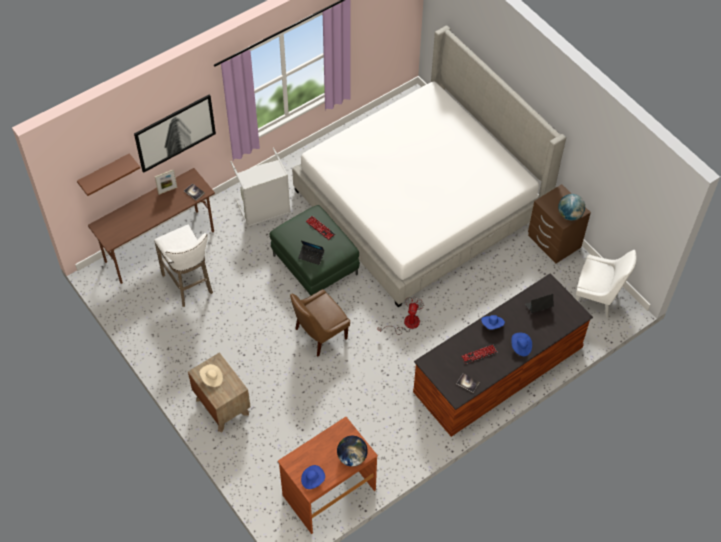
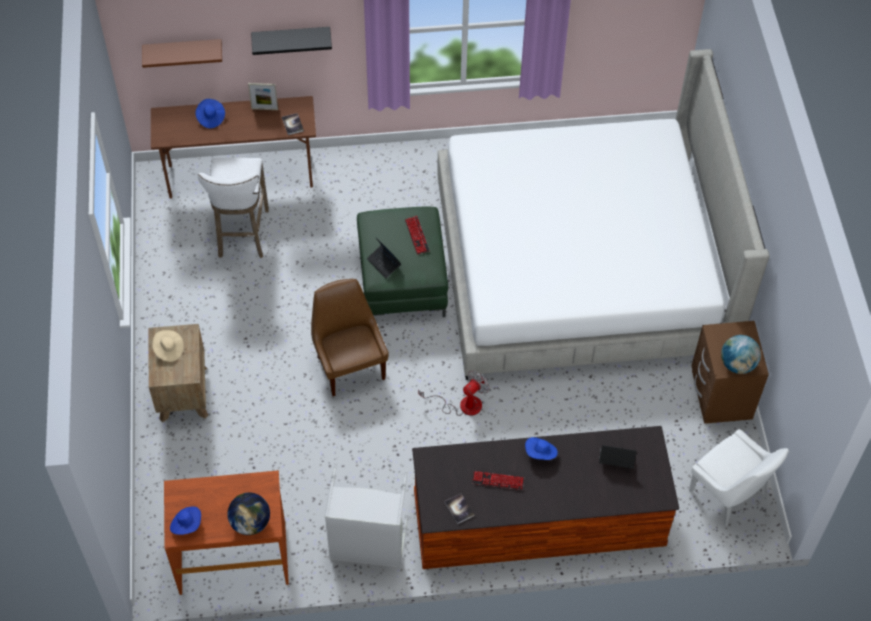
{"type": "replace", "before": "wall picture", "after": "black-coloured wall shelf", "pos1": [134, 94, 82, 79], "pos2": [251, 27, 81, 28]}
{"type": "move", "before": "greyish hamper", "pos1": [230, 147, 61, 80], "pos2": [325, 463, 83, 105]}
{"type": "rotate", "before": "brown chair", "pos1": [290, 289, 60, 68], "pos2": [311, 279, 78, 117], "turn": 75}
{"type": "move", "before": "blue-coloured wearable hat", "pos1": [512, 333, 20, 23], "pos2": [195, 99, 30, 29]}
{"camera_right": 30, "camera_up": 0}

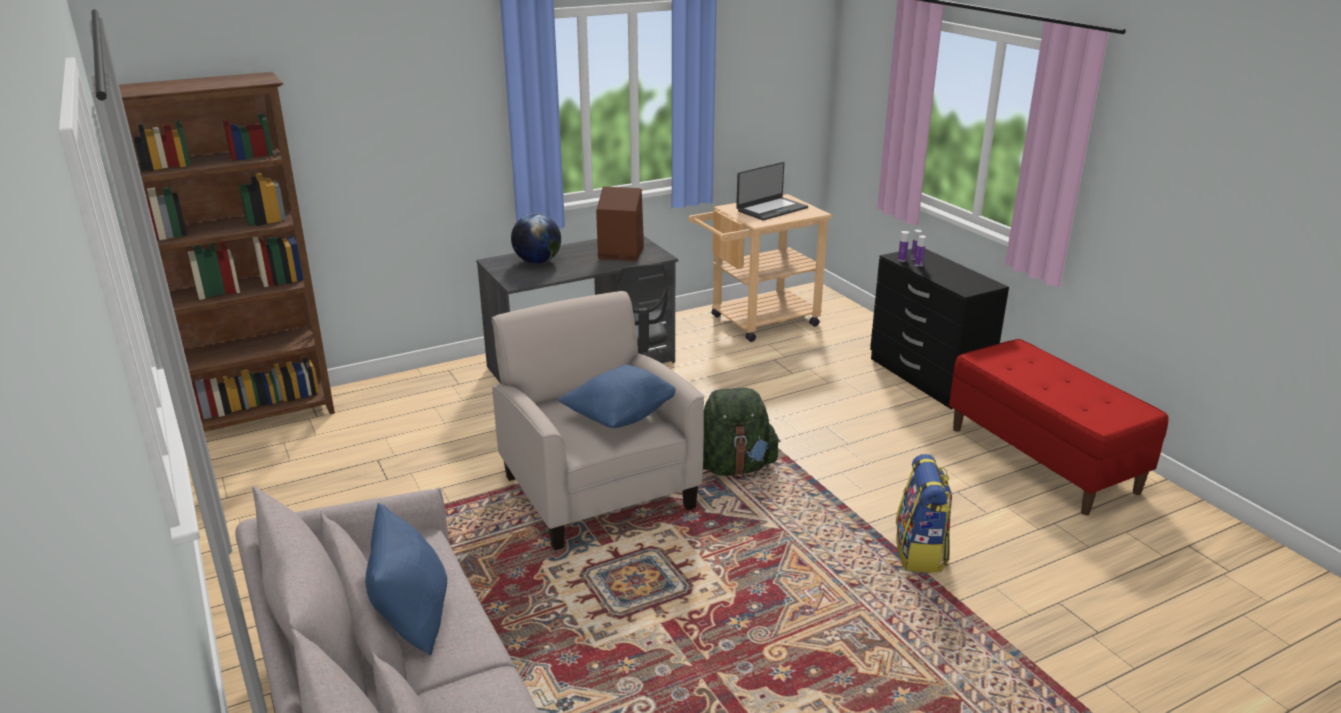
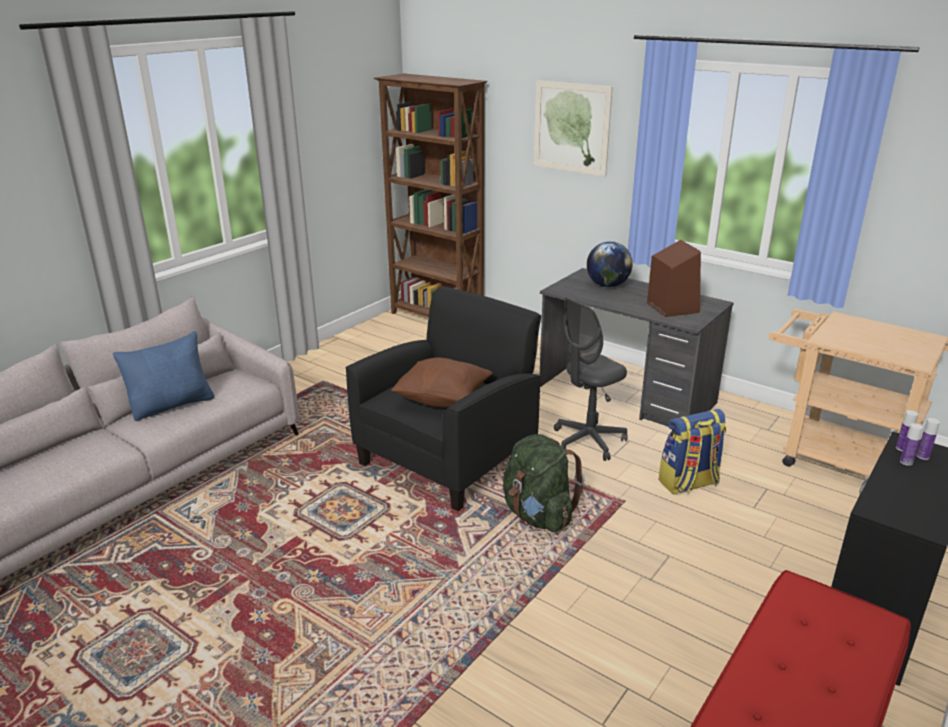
{"type": "delete", "before": "laptop", "pos1": [736, 162, 72, 59]}
{"type": "recolor", "before": "sand-coloured easy chair", "after": "black-coloured easy chair", "pos1": [492, 291, 212, 259], "pos2": [346, 286, 195, 225]}
{"type": "recolor", "before": "blue-coloured pillow", "after": "brown pillow", "pos1": [558, 365, 118, 63], "pos2": [391, 357, 102, 51]}
{"type": "move", "before": "knapsack", "pos1": [896, 454, 56, 119], "pos2": [659, 409, 68, 86]}
{"type": "insert", "after": "wall picture", "pos2": [534, 80, 79, 96]}
{"camera_right": 65, "camera_up": 0}

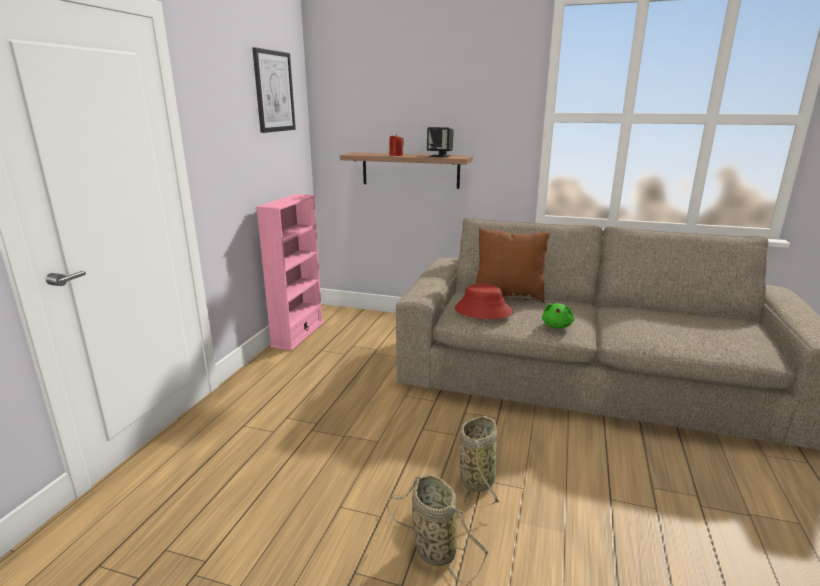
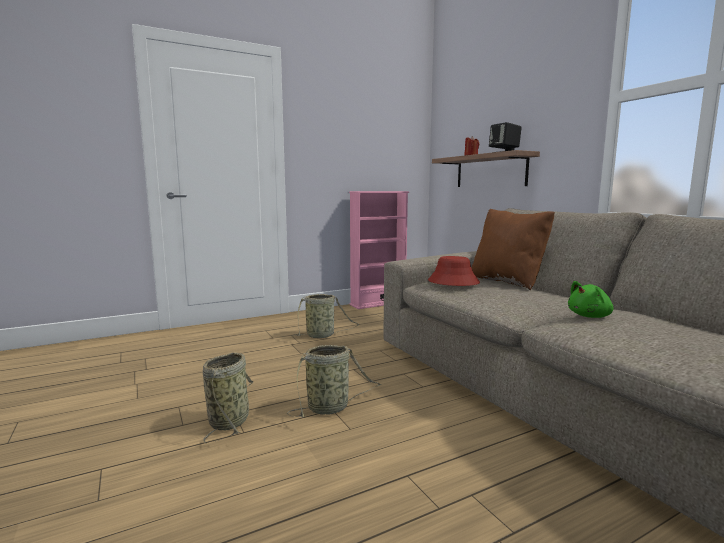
{"type": "delete", "before": "wall picture", "pos1": [252, 47, 44, 86]}
{"type": "move", "before": "greenish cuddly toy", "pos1": [542, 303, 32, 25], "pos2": [568, 281, 46, 37]}
{"type": "insert", "after": "storage basket", "pos2": [292, 294, 68, 44]}
{"camera_right": 45, "camera_up": -10}

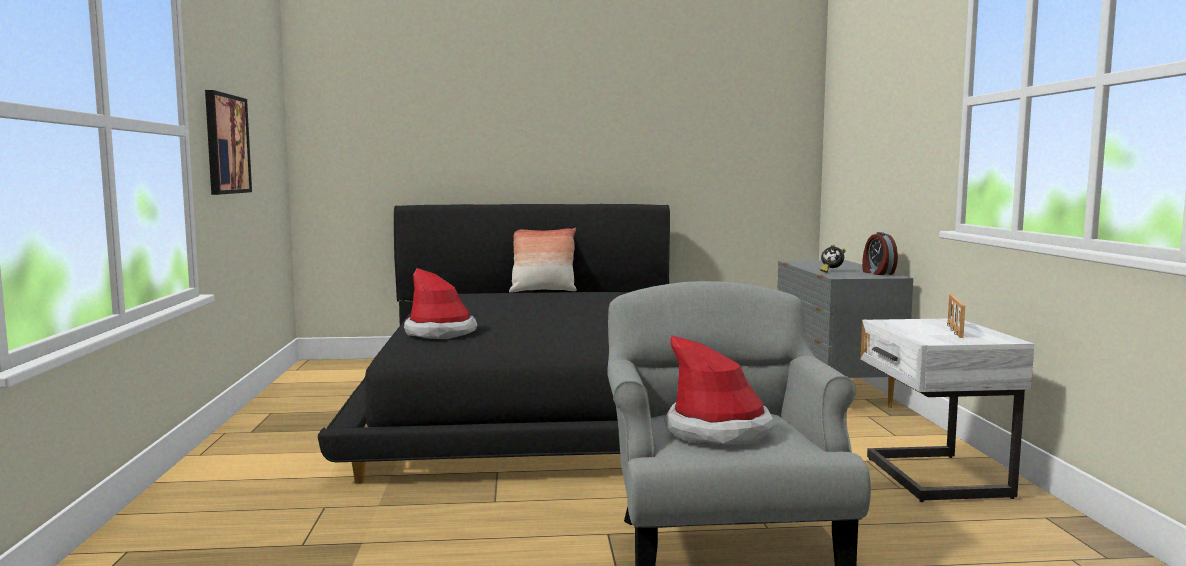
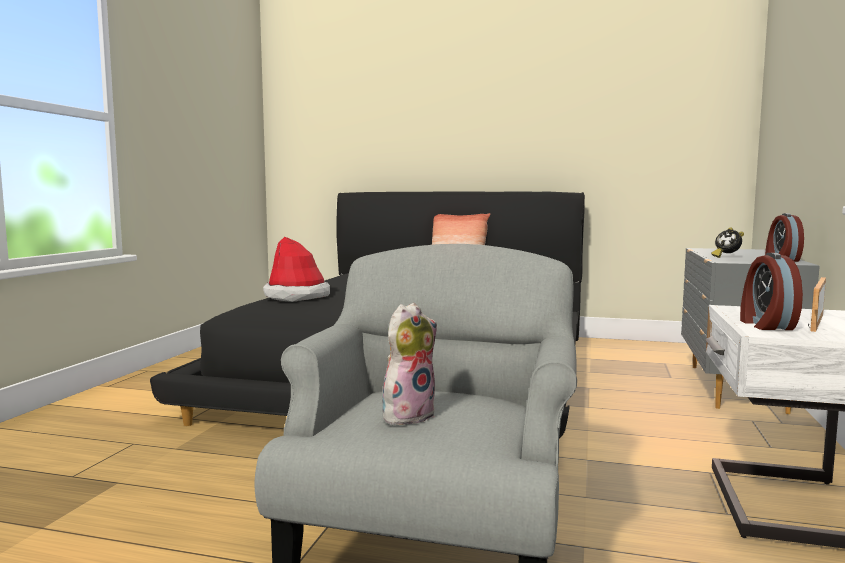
{"type": "delete", "before": "wall picture", "pos1": [205, 90, 47, 105]}
{"type": "replace", "before": "wearable hat", "after": "cuddly toy", "pos1": [665, 335, 110, 110], "pos2": [382, 303, 55, 122]}
{"type": "insert", "after": "bedside clock", "pos2": [740, 253, 63, 77]}
{"camera_right": 20, "camera_up": 0}

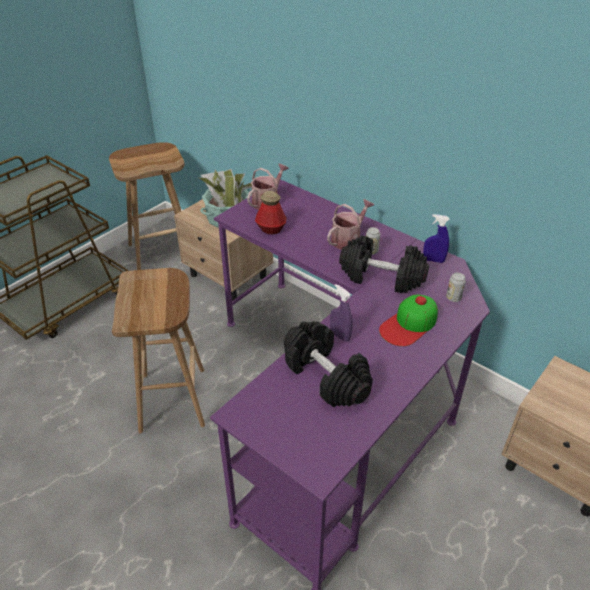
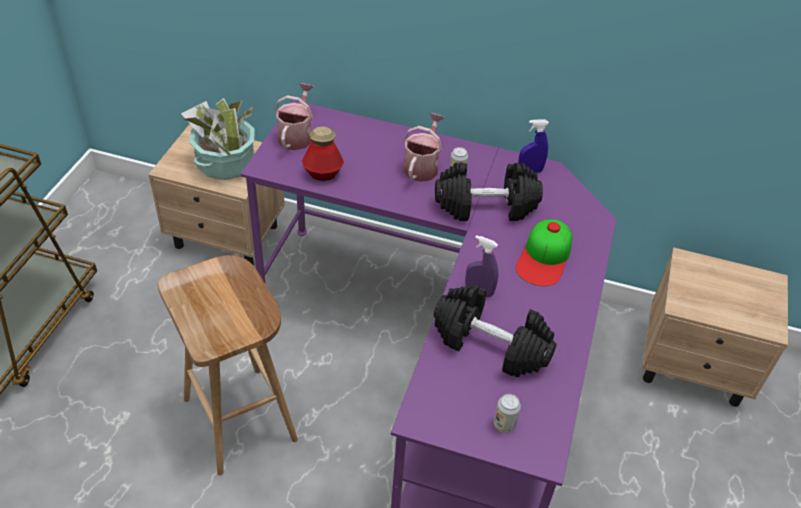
{"type": "delete", "before": "brown stool", "pos1": [109, 142, 75, 128]}
{"type": "move", "before": "sealed can", "pos1": [446, 272, 20, 30], "pos2": [494, 394, 27, 39]}
{"camera_right": -25, "camera_up": 5}

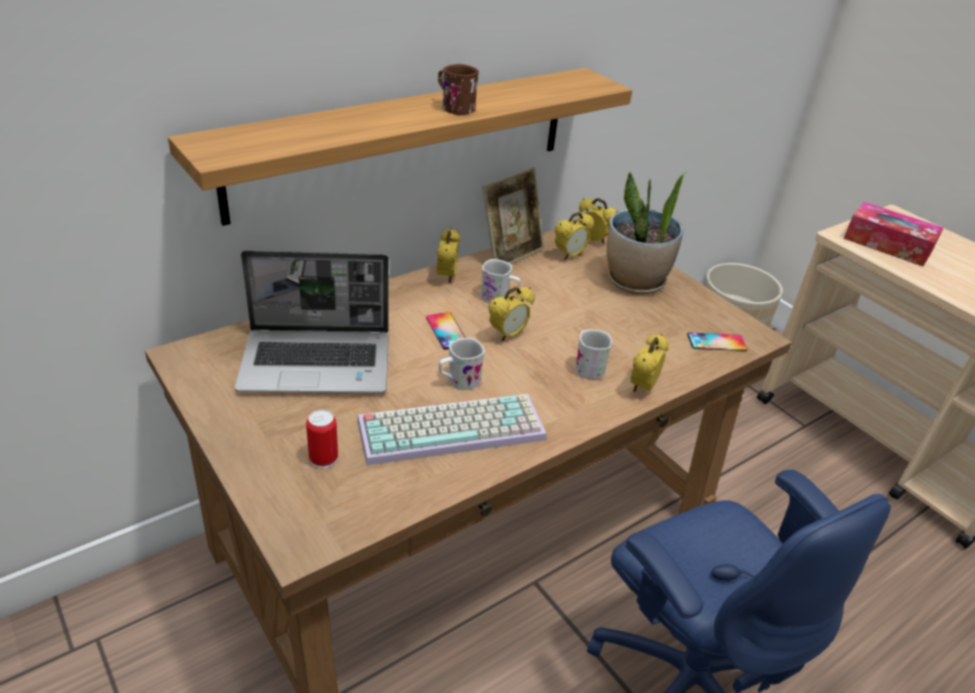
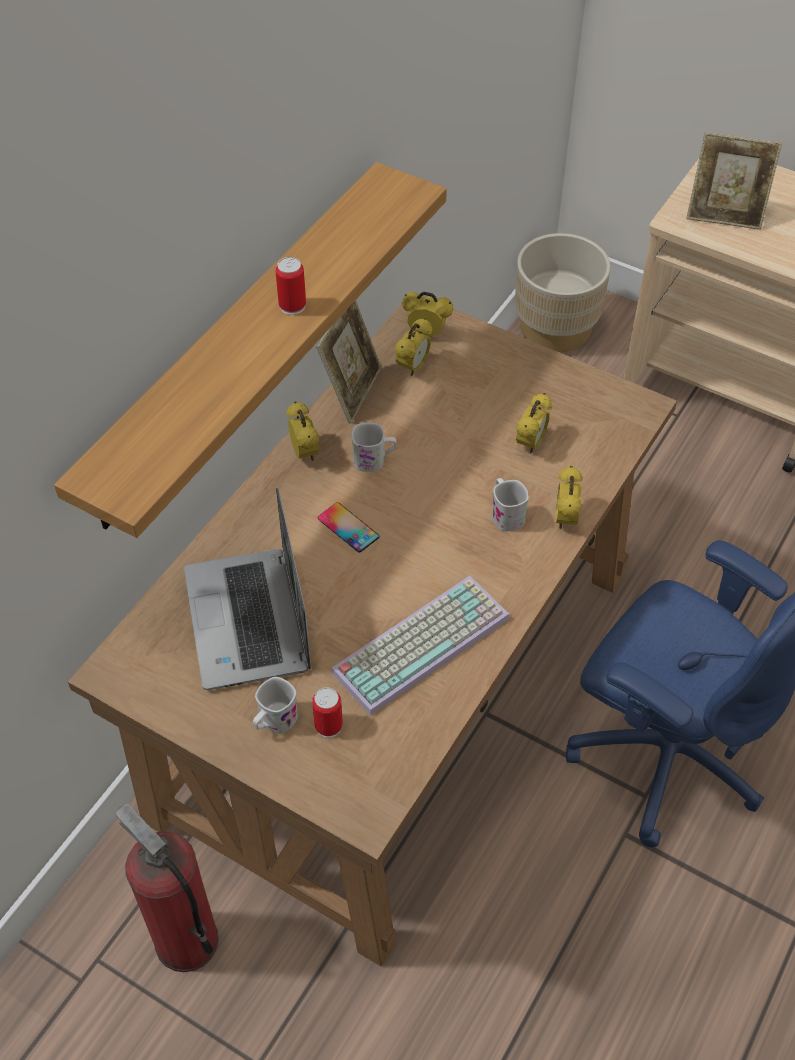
{"type": "replace", "before": "brown tea mug", "after": "sealed can", "pos1": [438, 64, 41, 51], "pos2": [275, 257, 31, 58]}
{"type": "delete", "before": "potted plant", "pos1": [607, 171, 80, 123]}
{"type": "replace", "before": "box of tissues", "after": "photo frame", "pos1": [844, 202, 99, 64], "pos2": [687, 132, 95, 98]}
{"type": "rotate", "before": "laptop", "pos1": [235, 250, 154, 143], "pos2": [184, 488, 127, 202], "turn": 105}
{"type": "move", "before": "bedside clock", "pos1": [488, 287, 47, 54], "pos2": [516, 393, 36, 61]}
{"type": "delete", "before": "phone", "pos1": [687, 332, 60, 19]}
{"type": "move", "before": "whitish tea mug", "pos1": [439, 338, 46, 52], "pos2": [253, 677, 45, 57]}
{"type": "insert", "after": "fire-fighting cylinder", "pos2": [115, 803, 104, 169]}
{"camera_right": -20, "camera_up": 15}

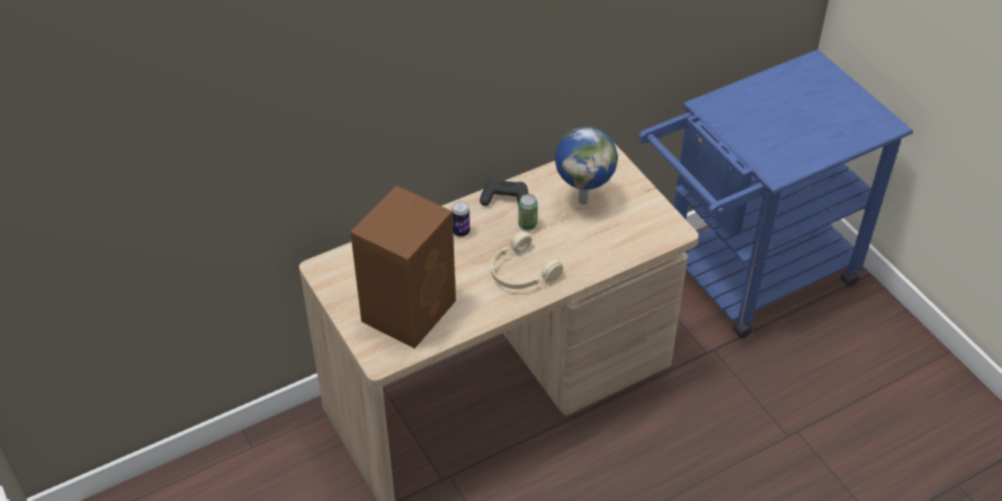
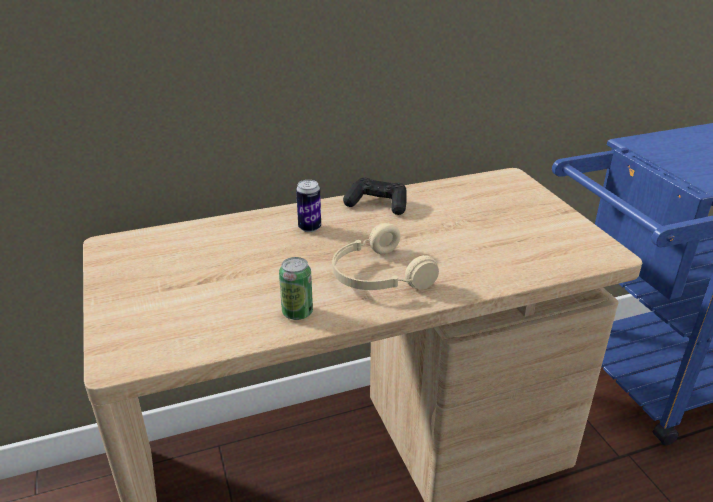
{"type": "delete", "before": "desk globe", "pos1": [555, 127, 63, 78]}
{"type": "delete", "before": "brown speaker", "pos1": [350, 186, 106, 163]}
{"type": "move", "before": "sealed can", "pos1": [518, 194, 20, 36], "pos2": [279, 257, 34, 63]}
{"camera_right": 10, "camera_up": -15}

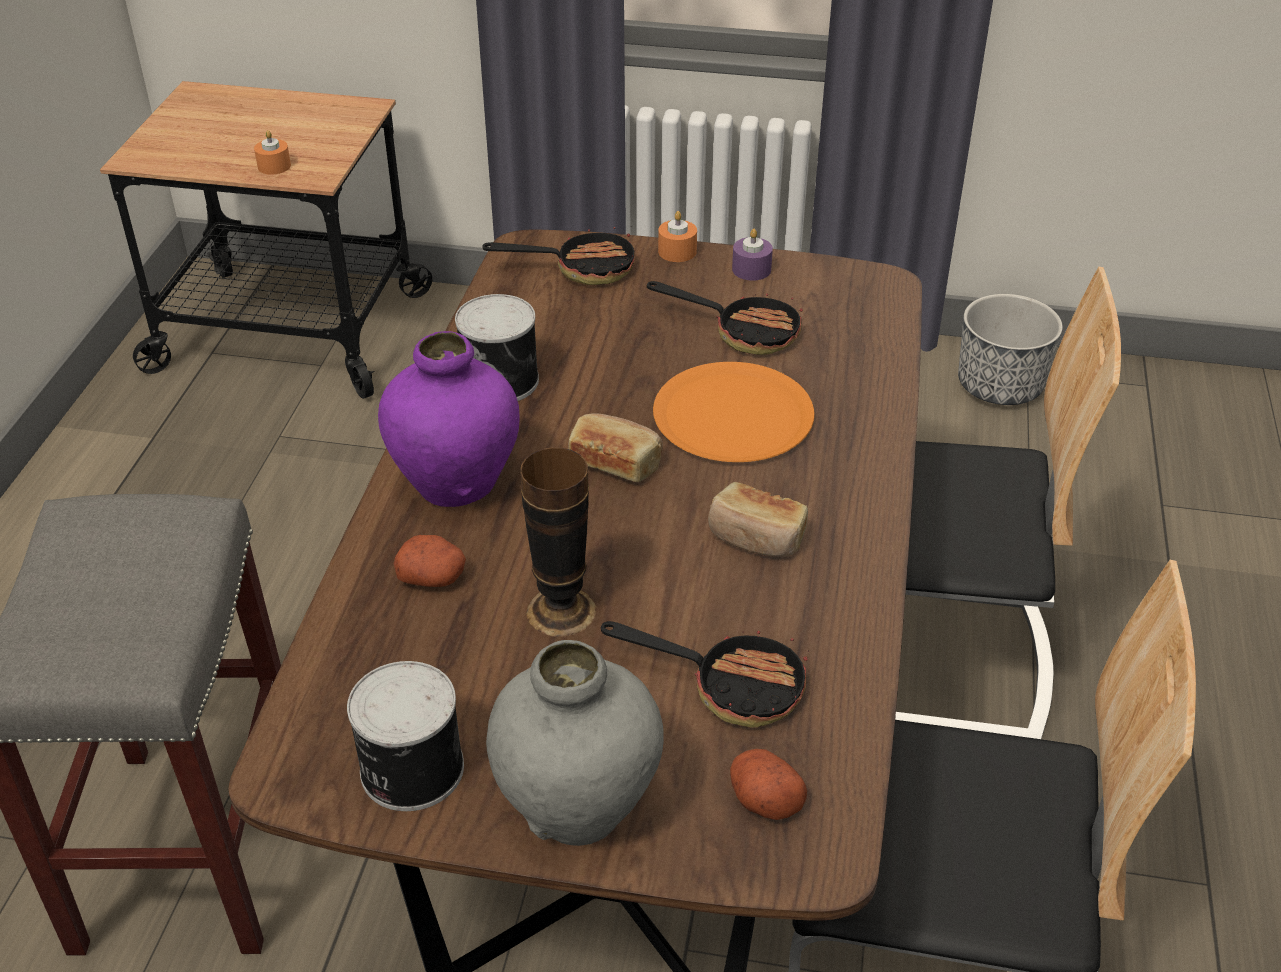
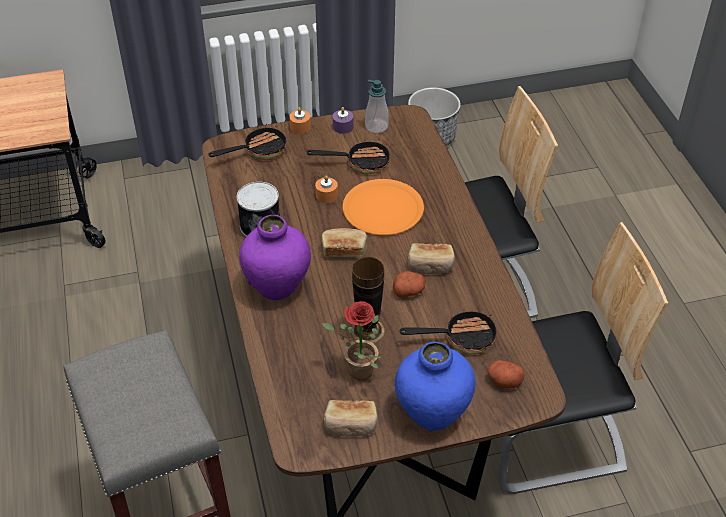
{"type": "move", "before": "orange wax light", "pos1": [254, 130, 37, 45], "pos2": [315, 175, 23, 28]}
{"type": "move", "before": "potato", "pos1": [394, 535, 72, 52], "pos2": [393, 271, 33, 26]}
{"type": "recolor", "before": "greyish decorative vase", "after": "blue-coloured decorative vase", "pos1": [486, 640, 178, 206], "pos2": [395, 342, 81, 90]}
{"type": "replace", "before": "sealed can", "after": "bakery bread", "pos1": [347, 661, 117, 150], "pos2": [324, 400, 54, 36]}
{"type": "insert", "after": "liquid soap bottle", "pos2": [365, 80, 24, 53]}
{"type": "insert", "after": "potted plant", "pos2": [322, 301, 59, 80]}
{"camera_right": -25, "camera_up": 5}

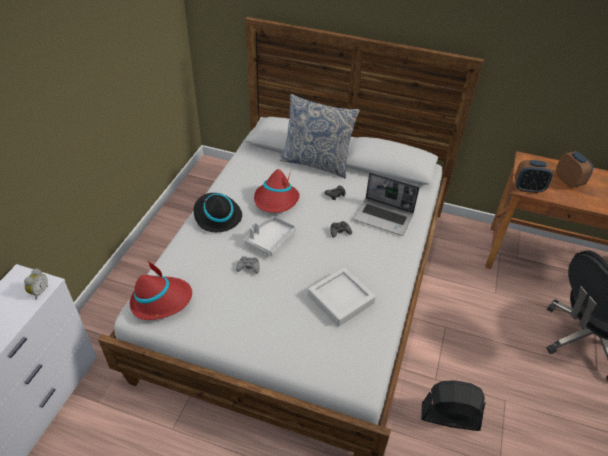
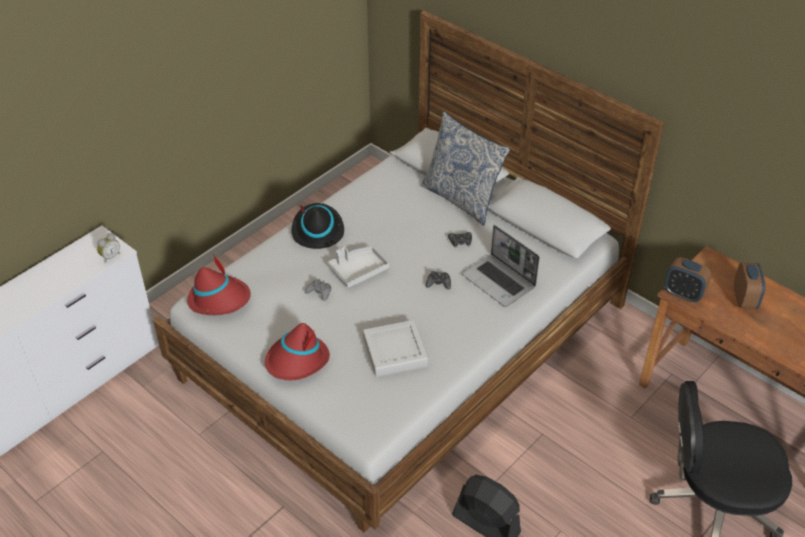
{"type": "move", "before": "red-coloured wearable hat", "pos1": [254, 169, 45, 44], "pos2": [265, 323, 65, 57]}
{"camera_right": 25, "camera_up": 0}

